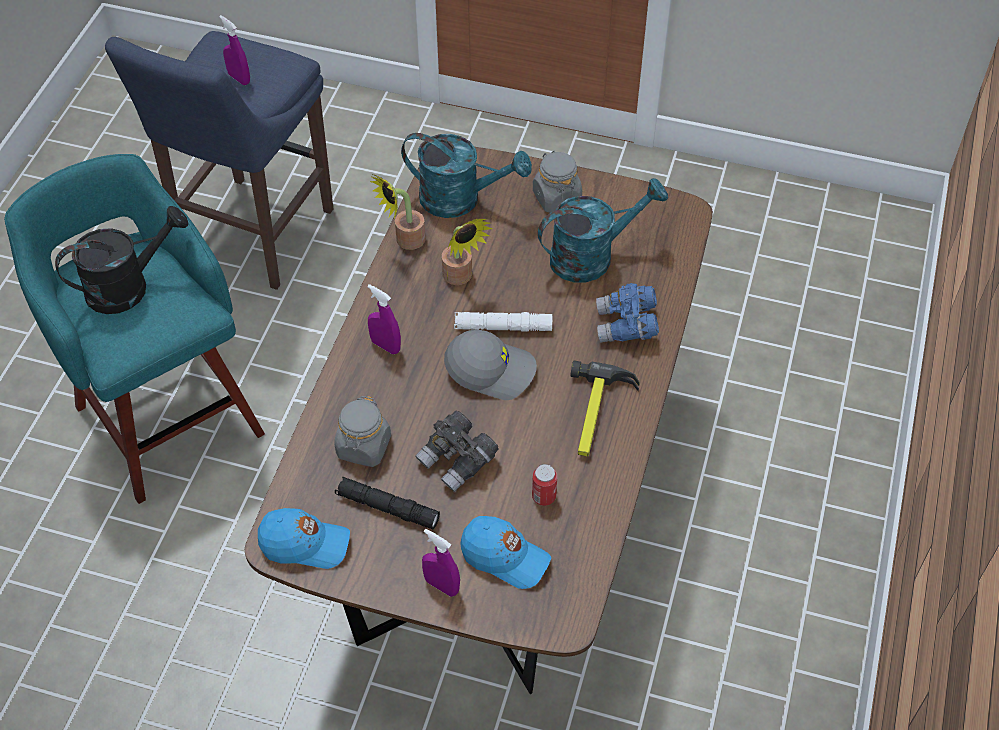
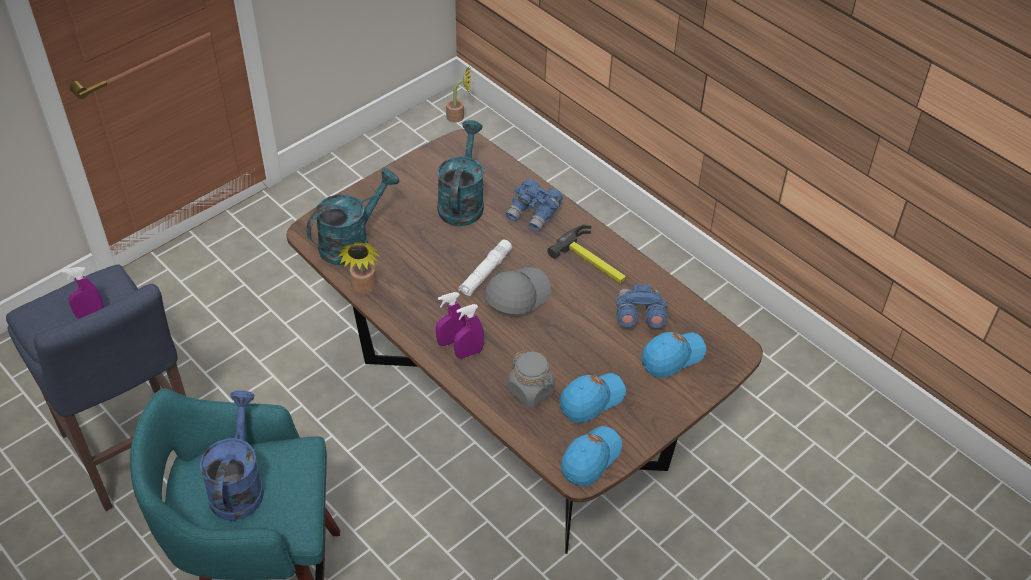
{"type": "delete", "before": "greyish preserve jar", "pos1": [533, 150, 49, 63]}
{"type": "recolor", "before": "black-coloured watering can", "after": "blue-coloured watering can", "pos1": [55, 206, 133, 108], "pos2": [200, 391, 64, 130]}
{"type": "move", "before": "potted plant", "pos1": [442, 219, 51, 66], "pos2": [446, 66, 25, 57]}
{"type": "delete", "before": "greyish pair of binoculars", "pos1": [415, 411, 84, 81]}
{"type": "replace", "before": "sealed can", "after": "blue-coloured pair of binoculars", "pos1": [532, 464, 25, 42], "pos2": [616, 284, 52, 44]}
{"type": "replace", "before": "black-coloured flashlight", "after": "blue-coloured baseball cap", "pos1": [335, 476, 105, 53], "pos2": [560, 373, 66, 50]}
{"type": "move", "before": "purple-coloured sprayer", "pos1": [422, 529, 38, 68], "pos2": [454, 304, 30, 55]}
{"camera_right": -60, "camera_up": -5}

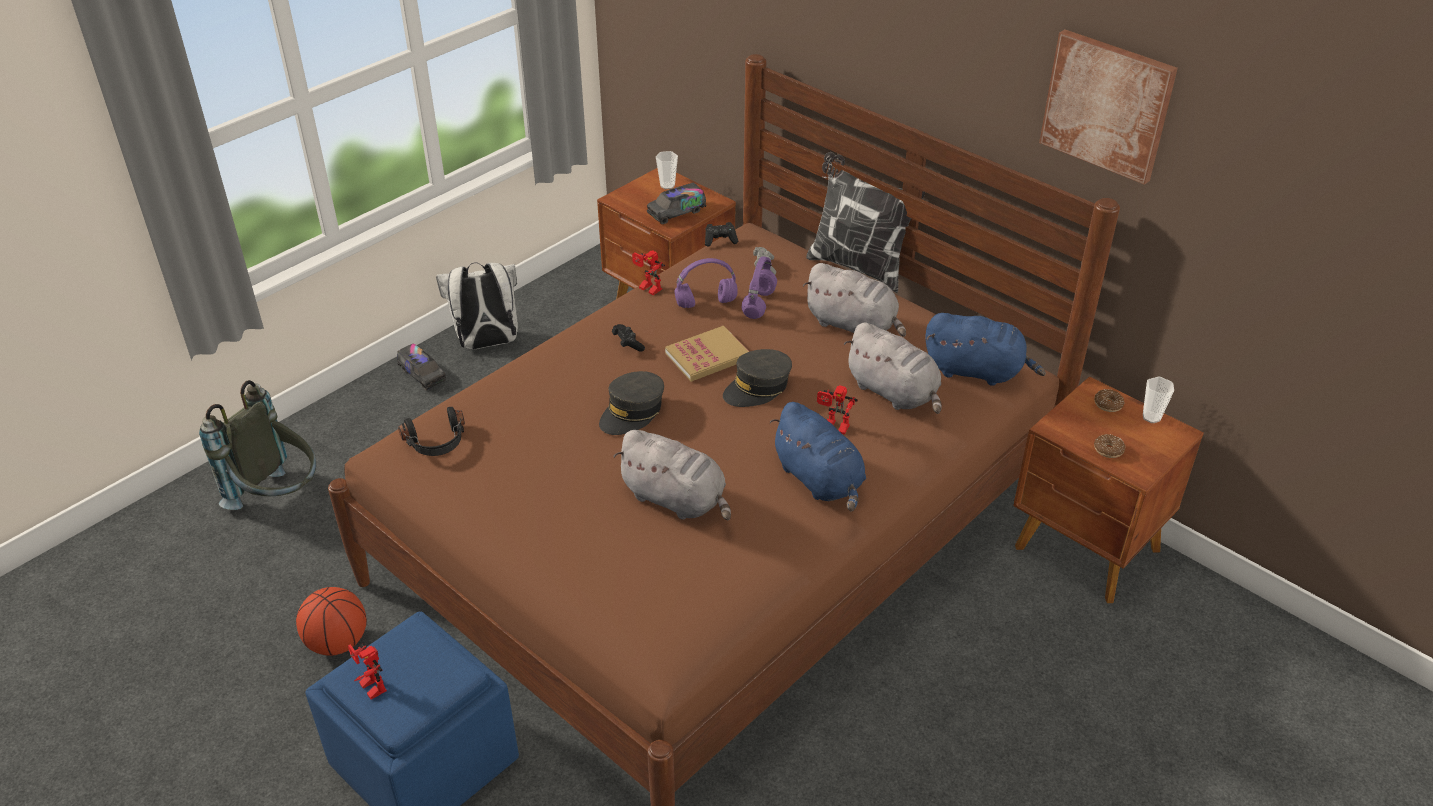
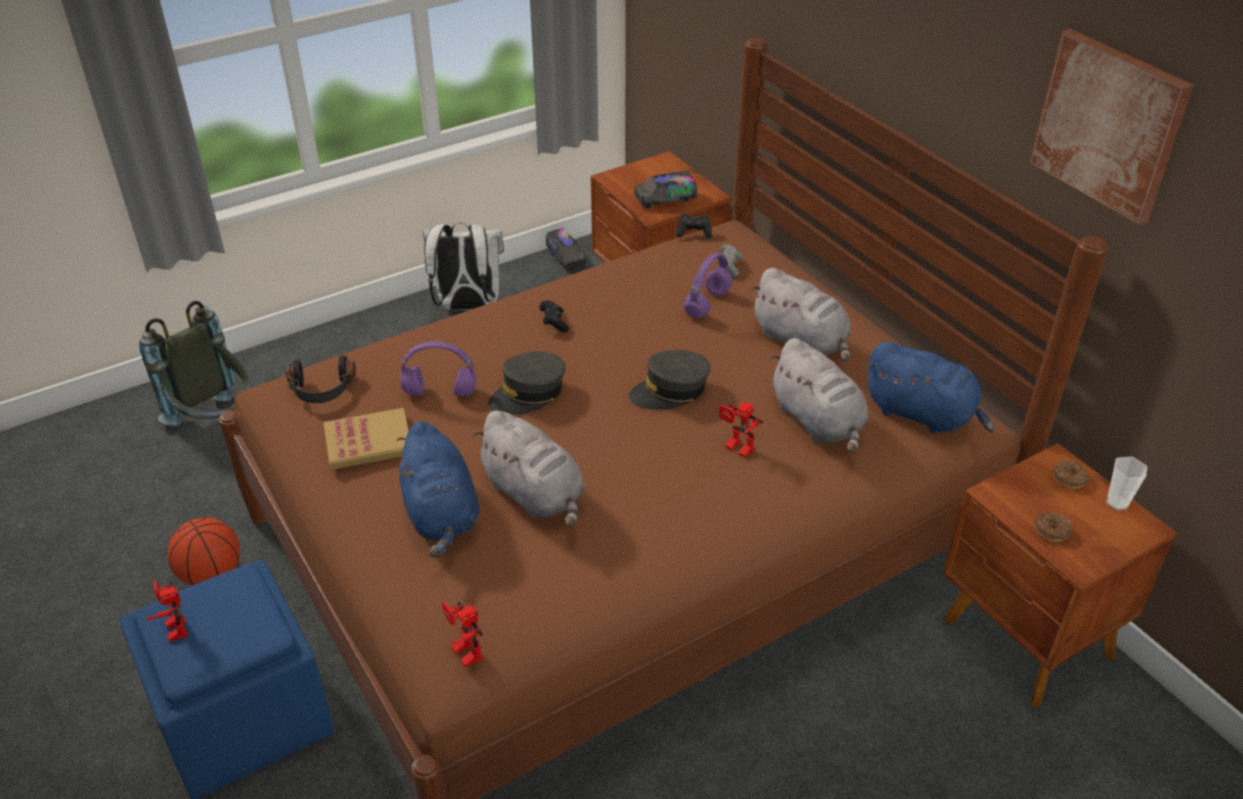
{"type": "delete", "before": "small cup", "pos1": [656, 151, 22, 38]}
{"type": "delete", "before": "pillow", "pos1": [806, 152, 119, 141]}
{"type": "move", "before": "model robot", "pos1": [632, 250, 33, 45], "pos2": [442, 602, 41, 66]}
{"type": "move", "before": "purple-coloured headphones", "pos1": [674, 258, 64, 50], "pos2": [400, 341, 76, 55]}
{"type": "move", "before": "book", "pos1": [665, 326, 84, 56], "pos2": [323, 408, 86, 62]}
{"type": "move", "before": "model truck", "pos1": [397, 343, 49, 48], "pos2": [546, 228, 40, 43]}
{"type": "move", "before": "blue-coloured cuddly toy", "pos1": [770, 402, 96, 109], "pos2": [396, 421, 83, 137]}
{"camera_right": 15, "camera_up": 0}

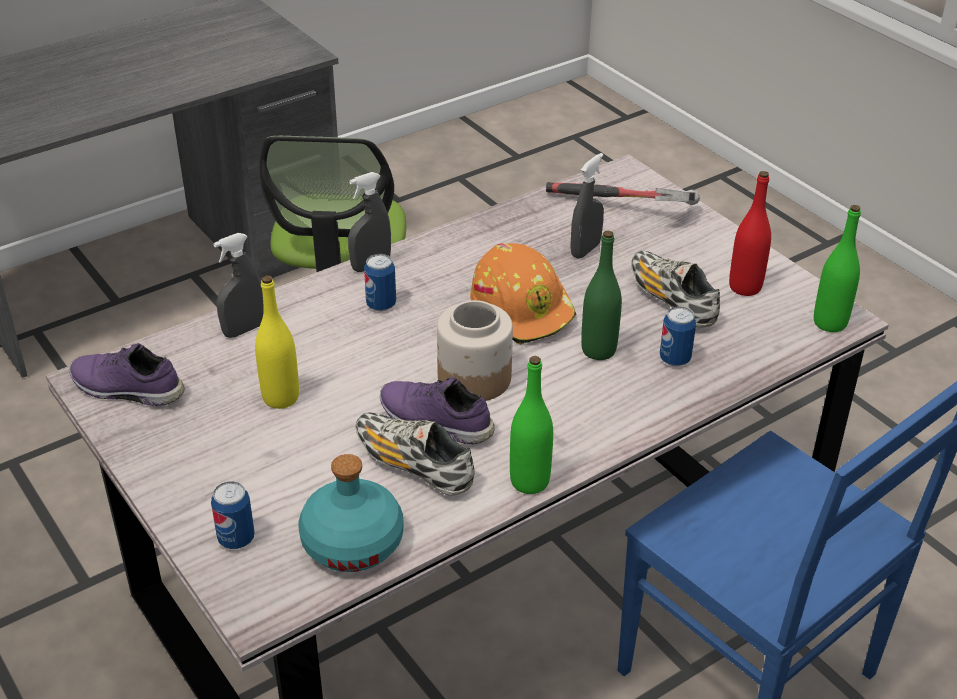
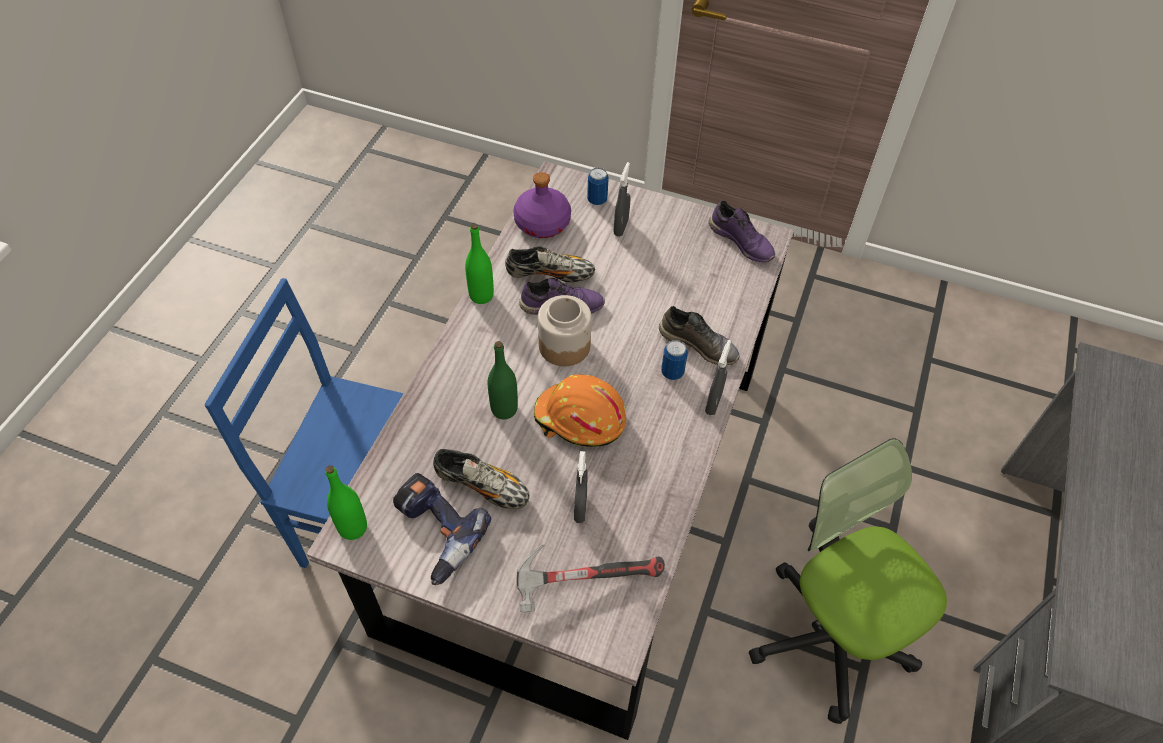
{"type": "replace", "before": "red-coloured bottle", "after": "drill", "pos1": [729, 171, 42, 125], "pos2": [393, 473, 98, 112]}
{"type": "move", "before": "greyish sprayer", "pos1": [213, 233, 51, 105], "pos2": [614, 162, 16, 75]}
{"type": "delete", "before": "yellow bottle", "pos1": [255, 275, 44, 134]}
{"type": "delete", "before": "sealed can", "pos1": [660, 307, 36, 59]}
{"type": "rotate", "before": "purple-coloured item of footwear", "pos1": [70, 343, 115, 63], "pos2": [709, 200, 66, 62], "turn": 60}
{"type": "recolor", "before": "turquoise-coloured bottle", "after": "purple-coloured bottle", "pos1": [299, 454, 105, 118], "pos2": [513, 172, 58, 66]}
{"type": "insert", "after": "greyish item of footwear", "pos2": [659, 306, 81, 59]}
{"camera_right": 145, "camera_up": 15}

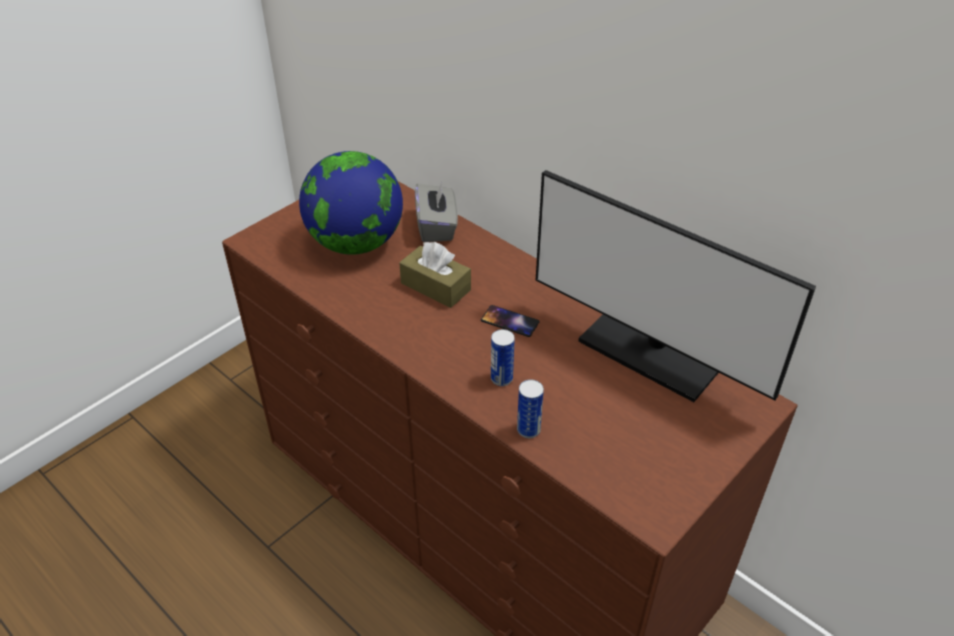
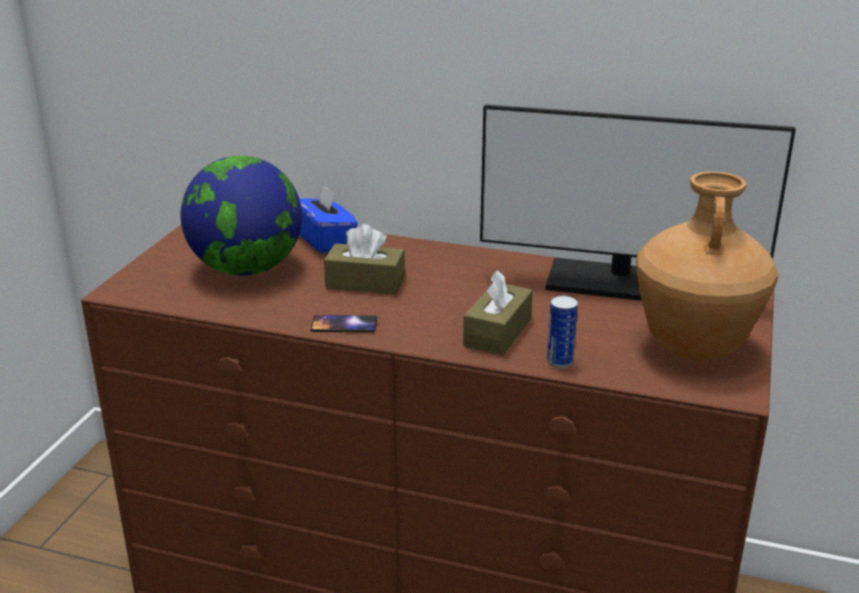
{"type": "recolor", "before": "greyish box of tissues", "after": "blue-coloured box of tissues", "pos1": [415, 182, 43, 60], "pos2": [299, 184, 59, 69]}
{"type": "move", "before": "phone", "pos1": [481, 305, 59, 32], "pos2": [311, 315, 66, 17]}
{"type": "replace", "before": "sealed can", "after": "brown box of tissues", "pos1": [491, 329, 24, 57], "pos2": [463, 270, 70, 85]}
{"type": "insert", "after": "brown decorative vase", "pos2": [636, 171, 142, 190]}
{"camera_right": -25, "camera_up": -15}

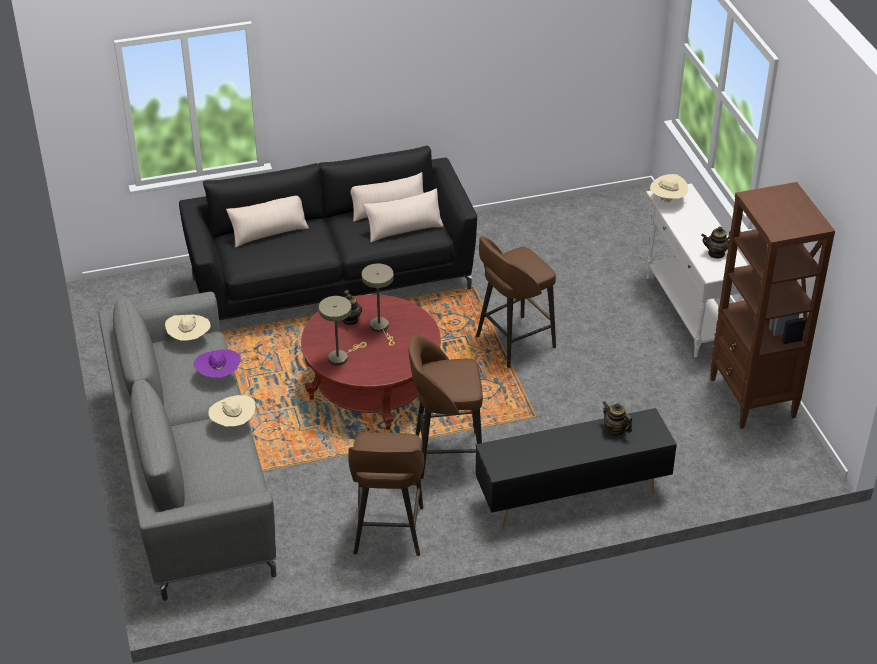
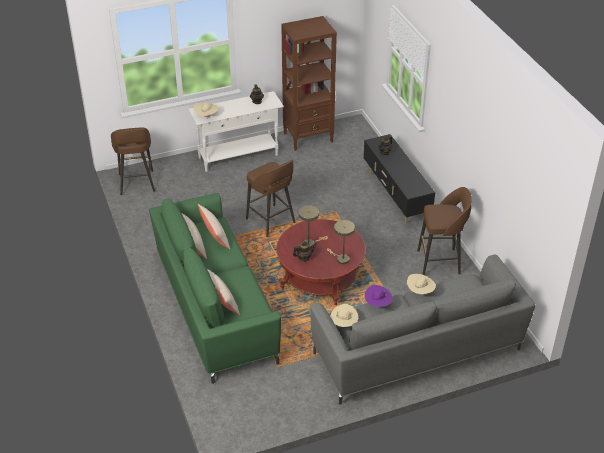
{"type": "recolor", "before": "black-coloured settee", "after": "greenish settee", "pos1": [179, 146, 298, 174], "pos2": [149, 193, 132, 191]}
{"type": "move", "before": "brown stool", "pos1": [408, 334, 75, 145], "pos2": [111, 127, 44, 68]}
{"camera_right": -95, "camera_up": 0}

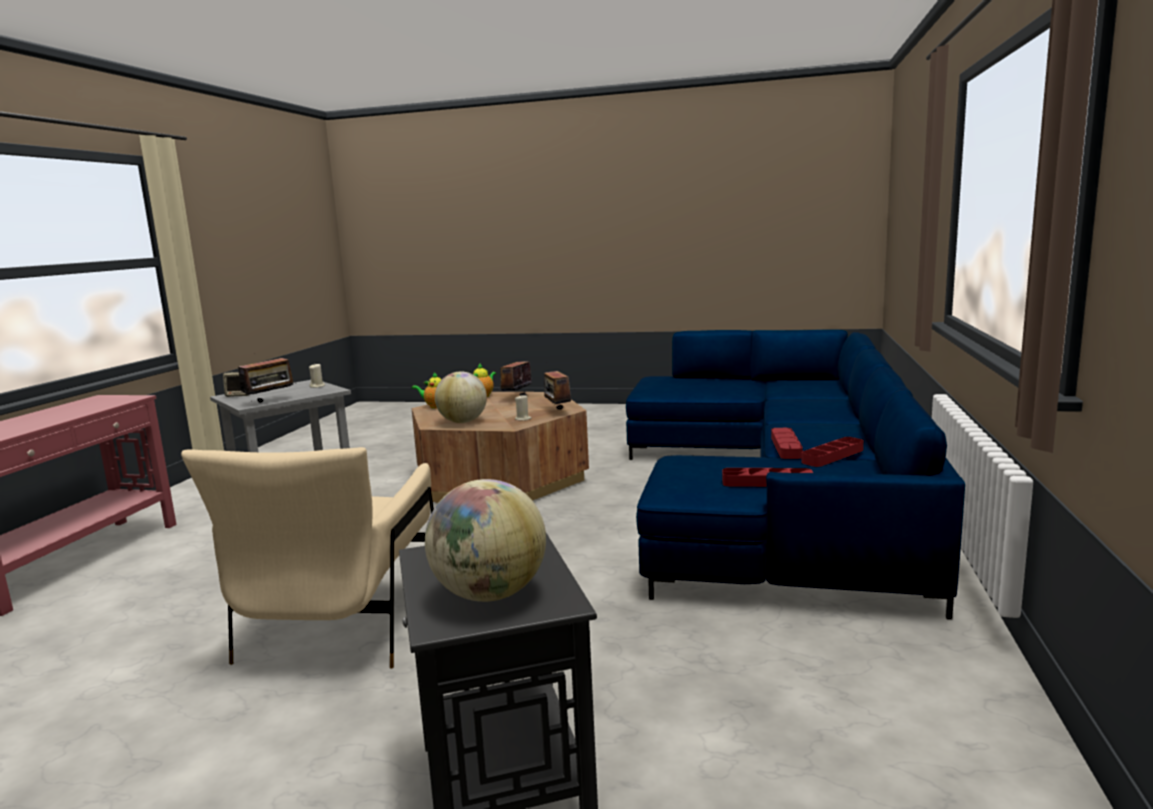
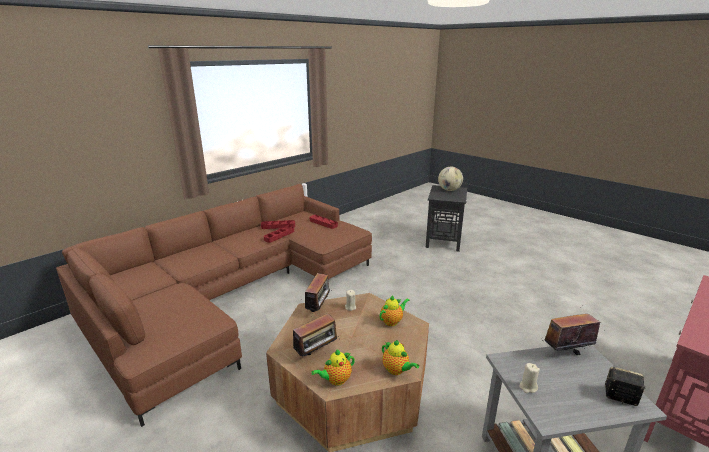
{"type": "recolor", "before": "blue-coloured settee", "after": "brown settee", "pos1": [626, 330, 339, 290], "pos2": [56, 184, 316, 243]}
{"type": "replace", "before": "desk globe", "after": "tea pot", "pos1": [435, 371, 52, 52], "pos2": [379, 296, 31, 30]}
{"type": "delete", "before": "sand-coloured easy chair", "pos1": [181, 447, 253, 222]}
{"camera_right": -150, "camera_up": 10}

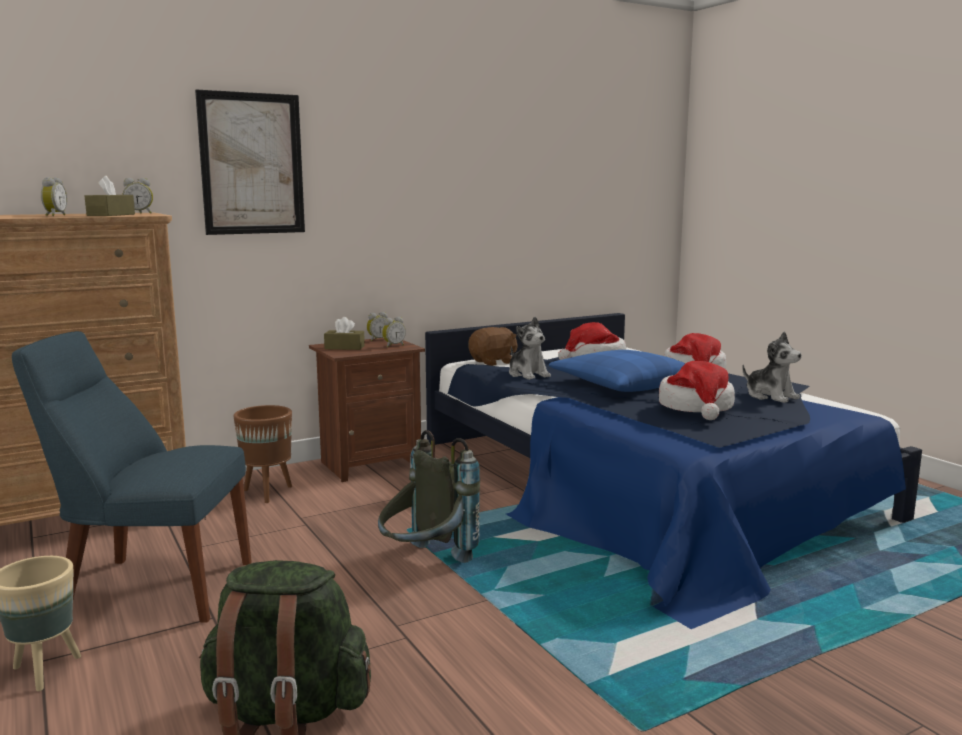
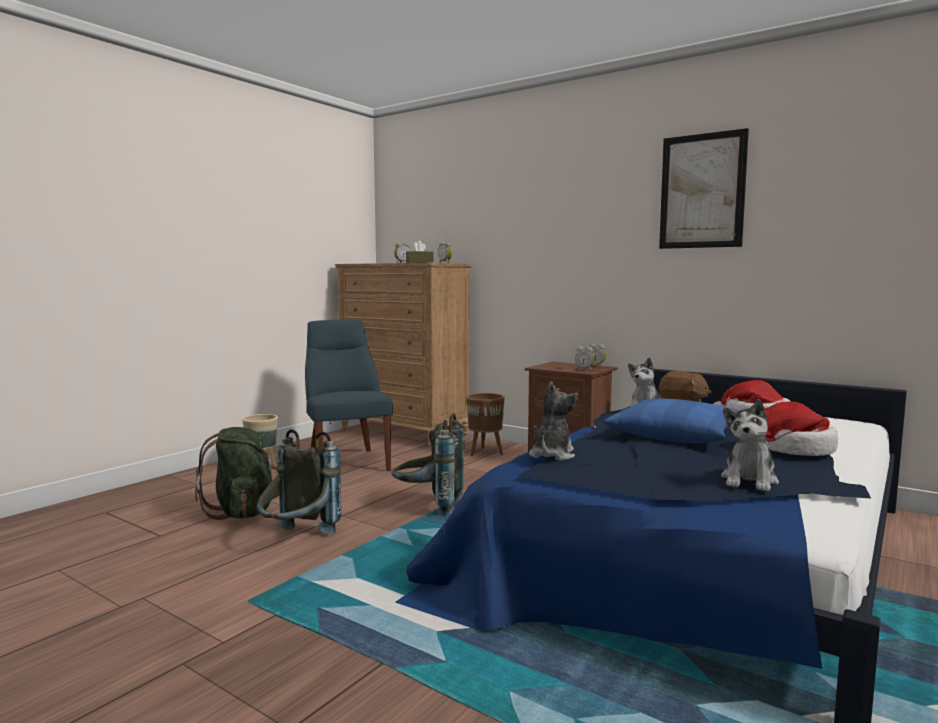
{"type": "move", "before": "wall picture", "pos1": [195, 90, 110, 145], "pos2": [659, 128, 90, 121]}
{"type": "delete", "before": "brown box of tissues", "pos1": [324, 317, 41, 33]}
{"type": "delete", "before": "wearable hat", "pos1": [659, 361, 76, 59]}
{"type": "insert", "after": "cuddly toy", "pos2": [529, 382, 49, 79]}
{"type": "insert", "after": "greyish knapsack", "pos2": [257, 429, 85, 106]}
{"camera_right": 65, "camera_up": -5}

